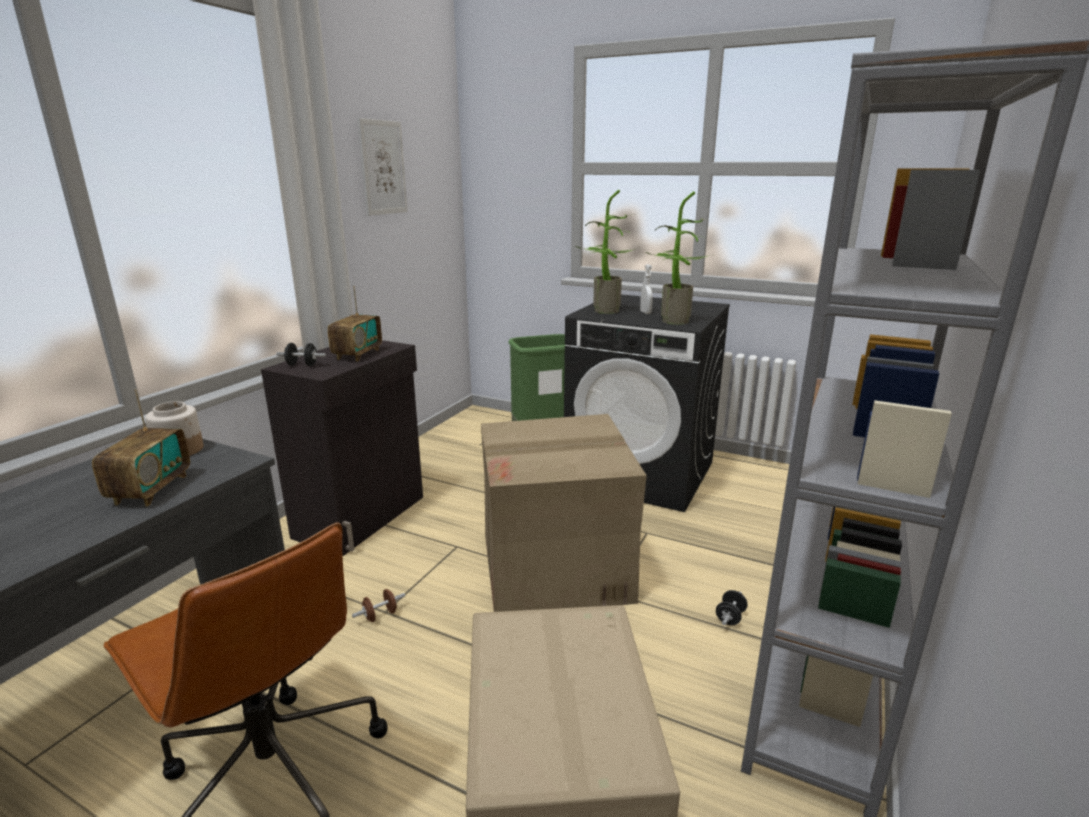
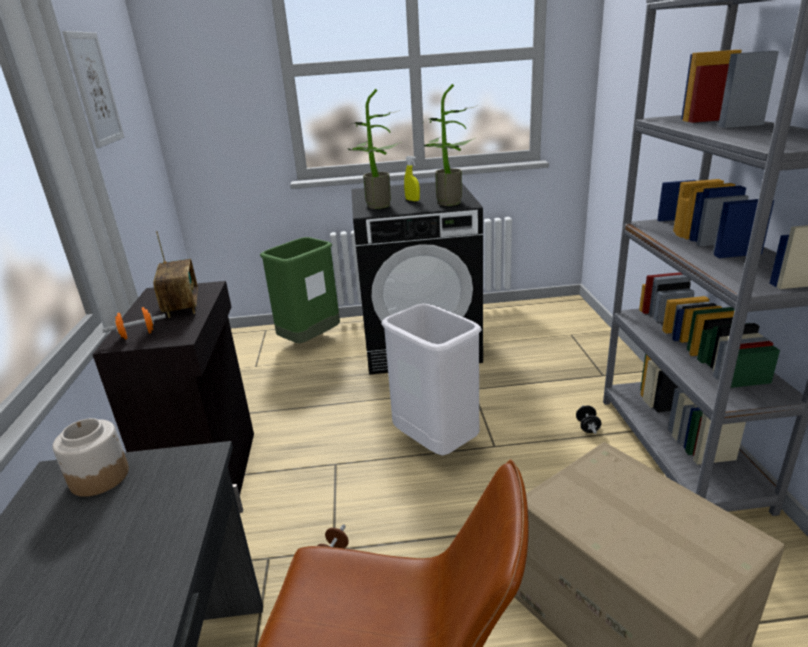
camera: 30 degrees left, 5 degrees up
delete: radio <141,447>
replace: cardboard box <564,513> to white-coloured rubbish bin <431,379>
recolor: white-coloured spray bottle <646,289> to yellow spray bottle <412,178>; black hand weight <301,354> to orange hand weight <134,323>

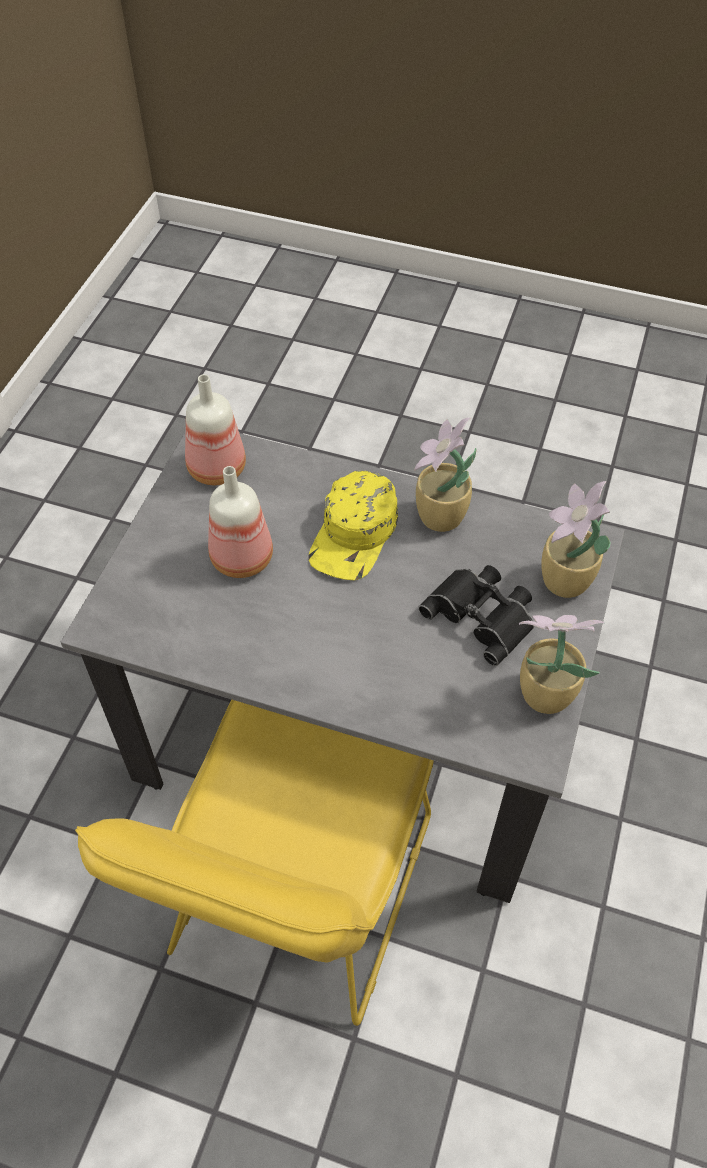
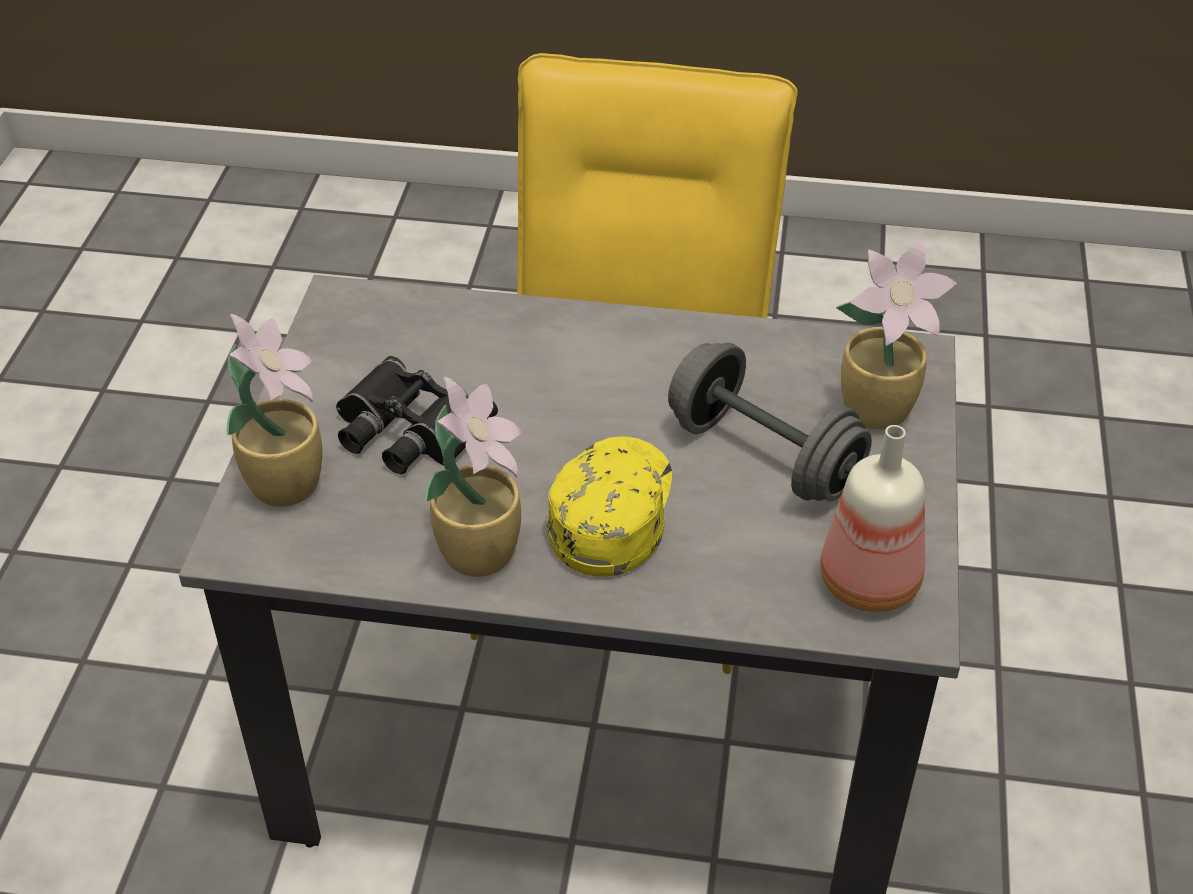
camera: 170 degrees right, 10 degrees down
move: houseplant <562,664> to <896,334>
replace: bottle <240,522> to gray hand weight <770,422>

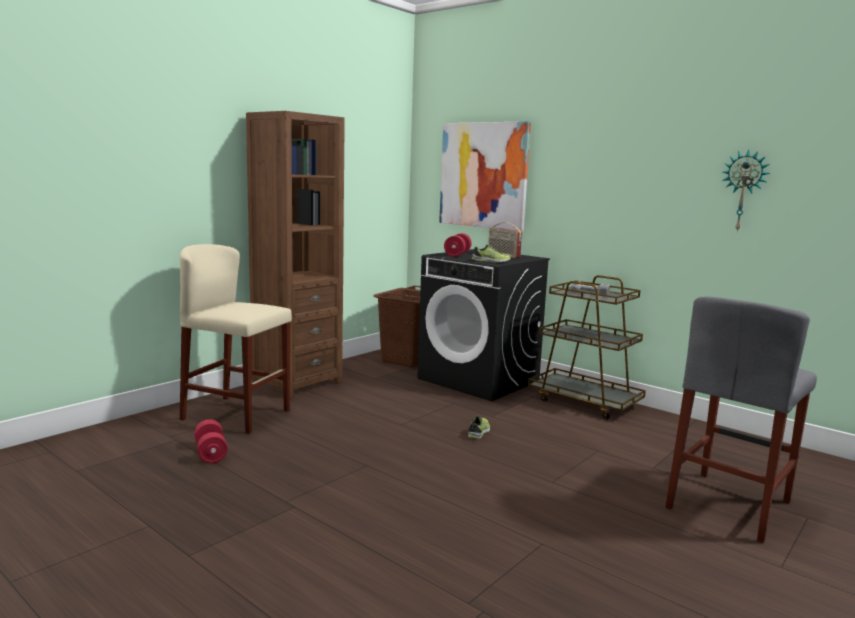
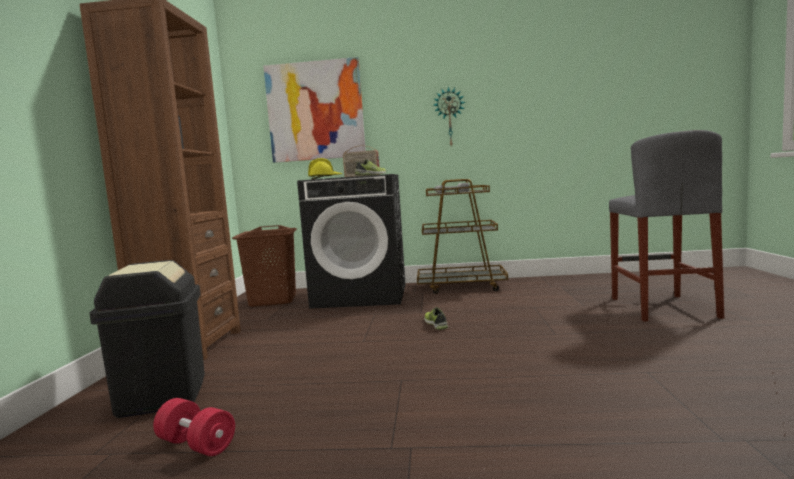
camera: 35 degrees left, 5 degrees down
move: clock on the wall <746,190> to <449,117>
replace: reddish hand weight <458,245> to yellow hard hat <325,168>; beige-coloured stool <236,339> to black rubbish bin <147,339>

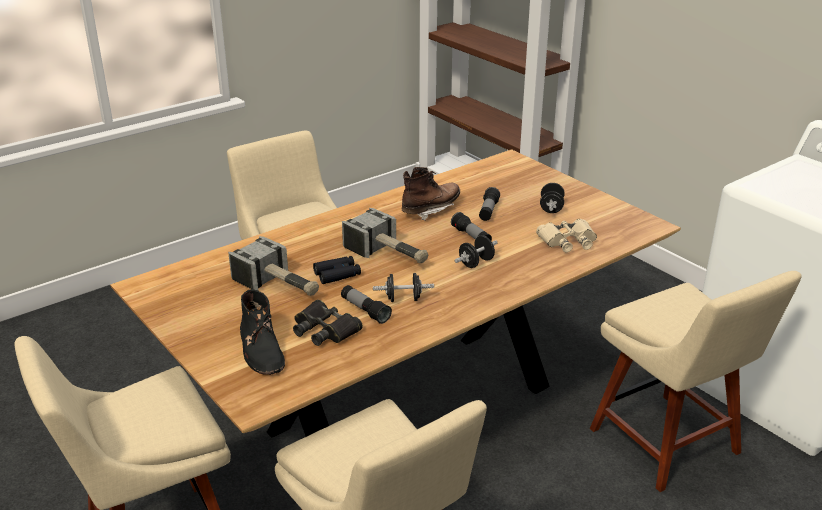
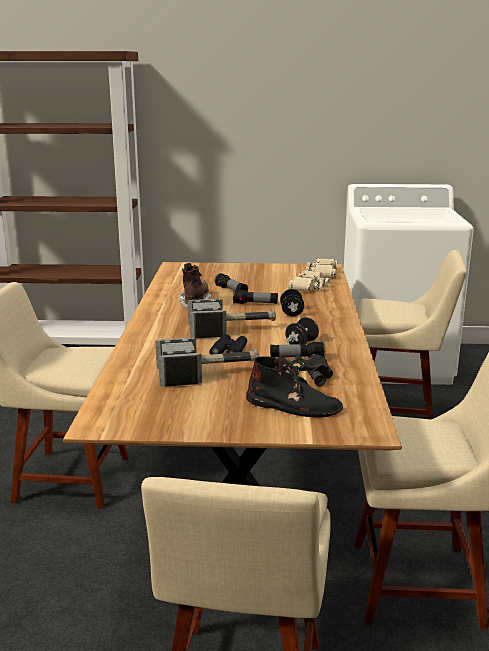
camera: 50 degrees left, 10 degrees down
delete: black hand weight <552,198>
insert: beige-coloured field glasses <321,268>

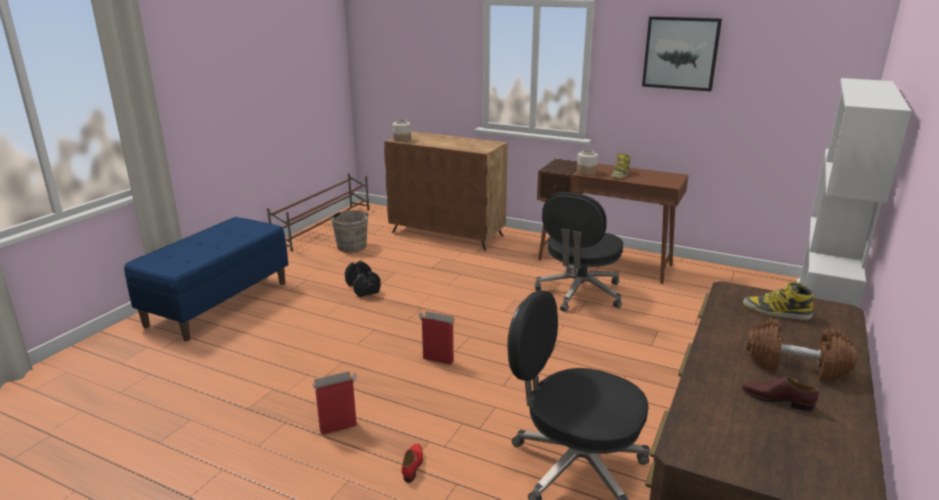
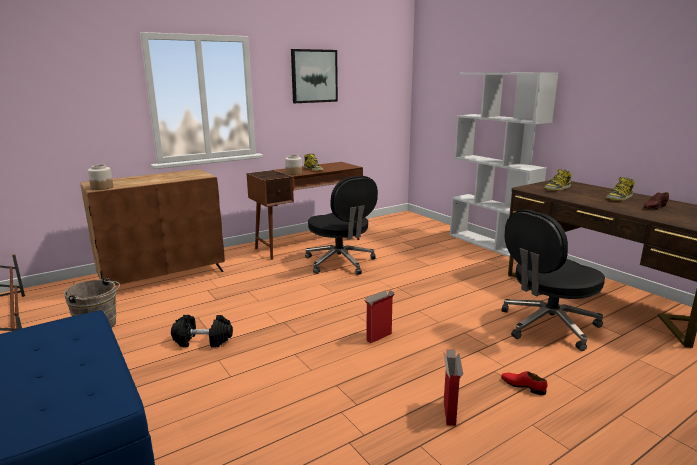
camera: 60 degrees left, 5 degrees down
replace: brown hand weight <801,350> to high-top boot <620,189>

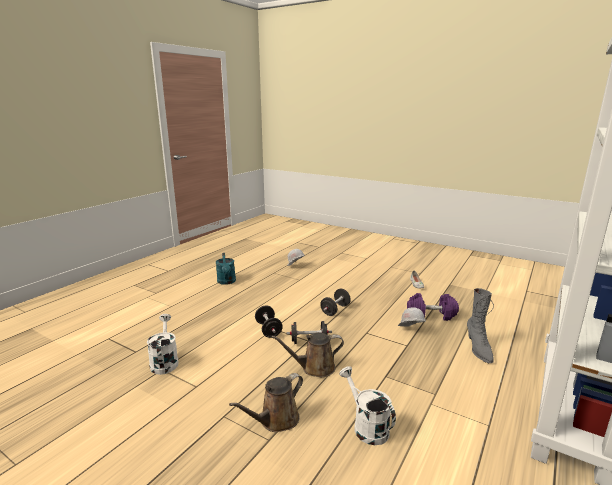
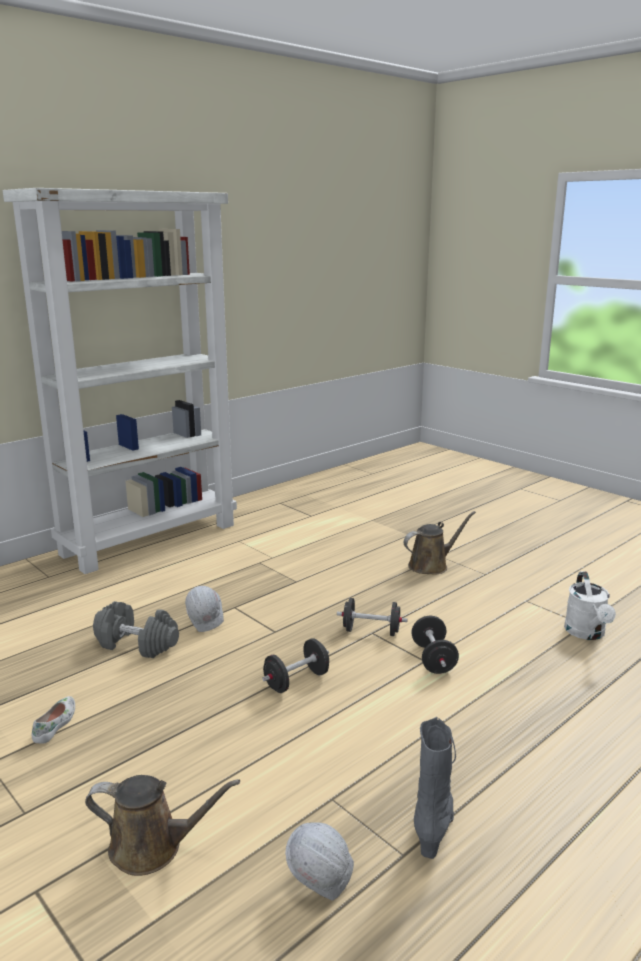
camera: 165 degrees left, 0 degrees up
delete: blue-green watering pot <226,269>; white-coloured watering pot <367,405>
move: gray high-top boot <480,325> to <435,788>; brown watering pot <307,354> to <162,825>
recolor: purplish hand weight <433,307> to gray hand weight <136,629>

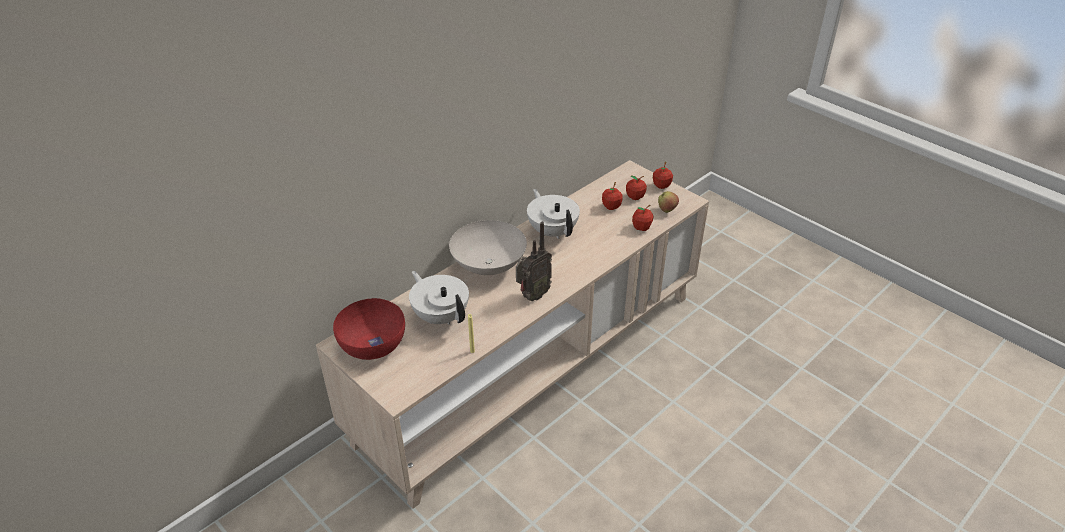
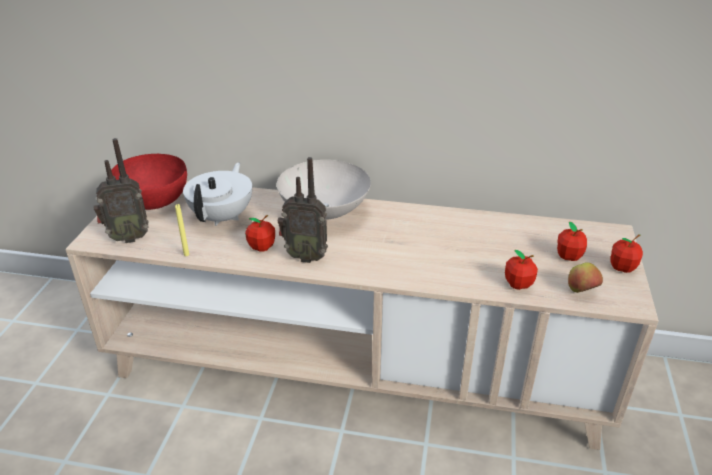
camera: 55 degrees right, 5 degrees down
delete: white-coloured tea pot <553,214>
insert: radio <121,190>
move: apple <612,196> to <260,233>

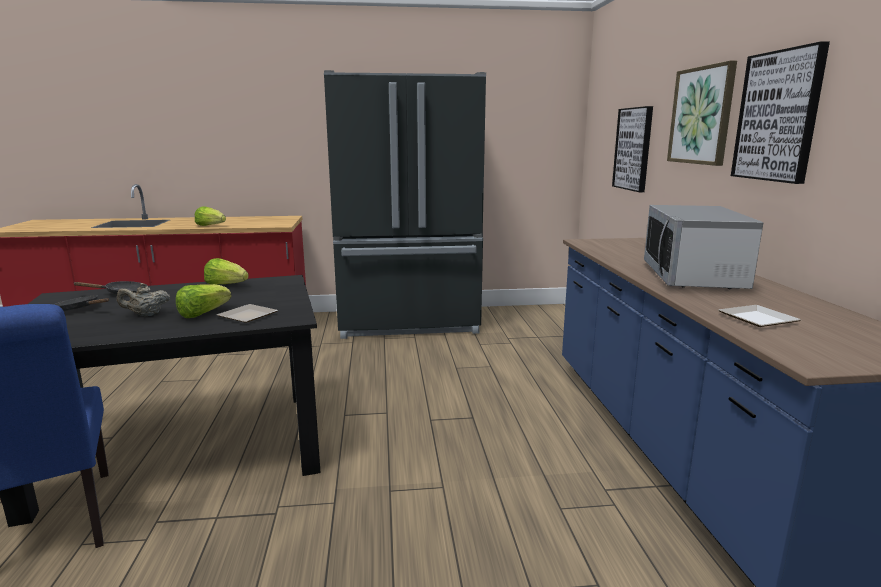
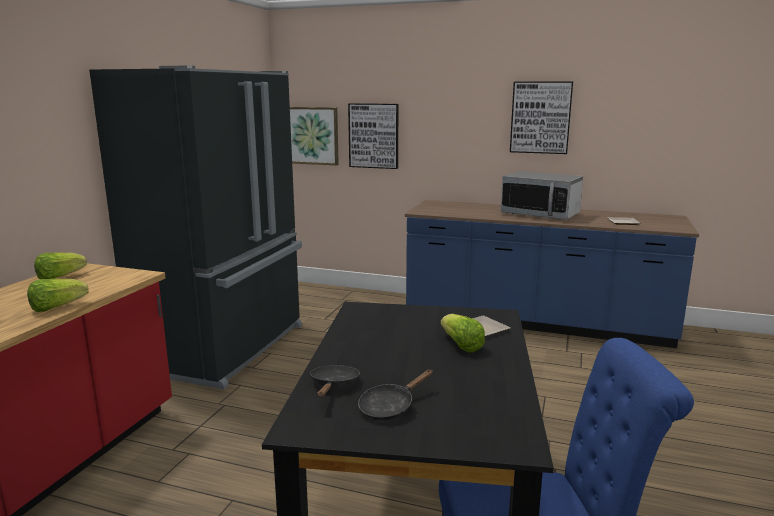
camera: 65 degrees left, 0 degrees up
delete: beige-coloured tea pot <143,299>
move: wall art <702,113> to <314,136>; head of lettuce <226,271> to <60,265>

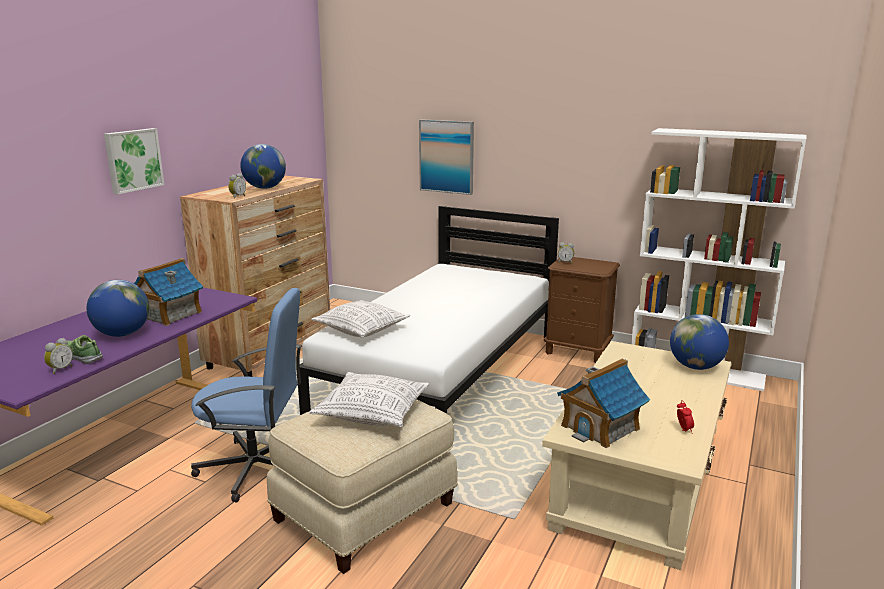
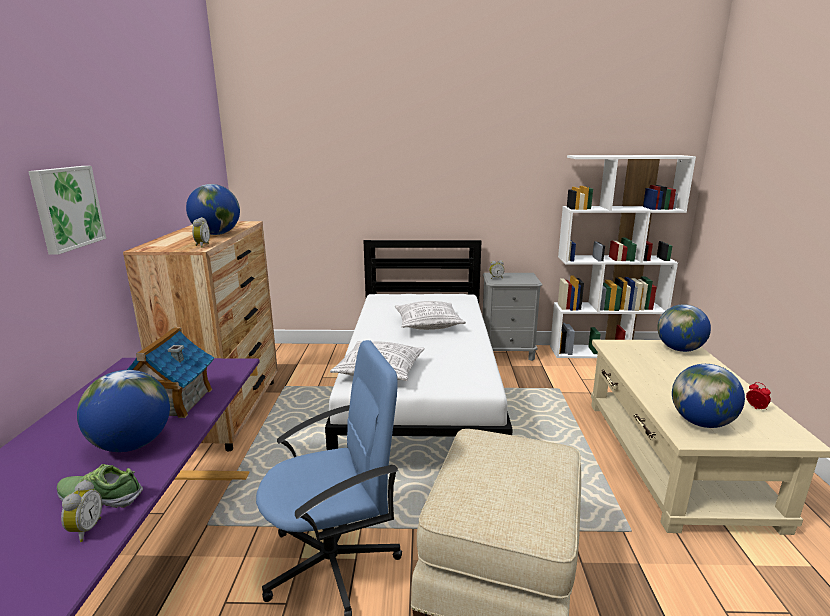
camera: 25 degrees left, 0 degrees up
delete: wall art <446,157>
move: cushion <369,399> to <430,315>
replace: miniature house <603,403> to desk globe <708,396>
recolor: brown nightstand <582,310> to gray nightstand <512,317>

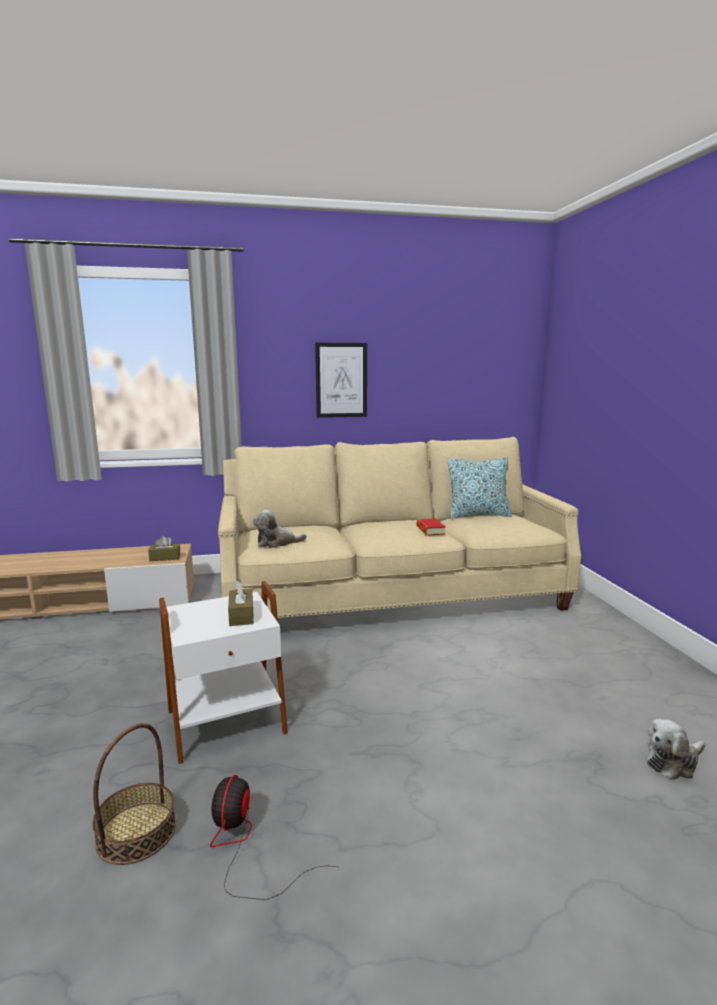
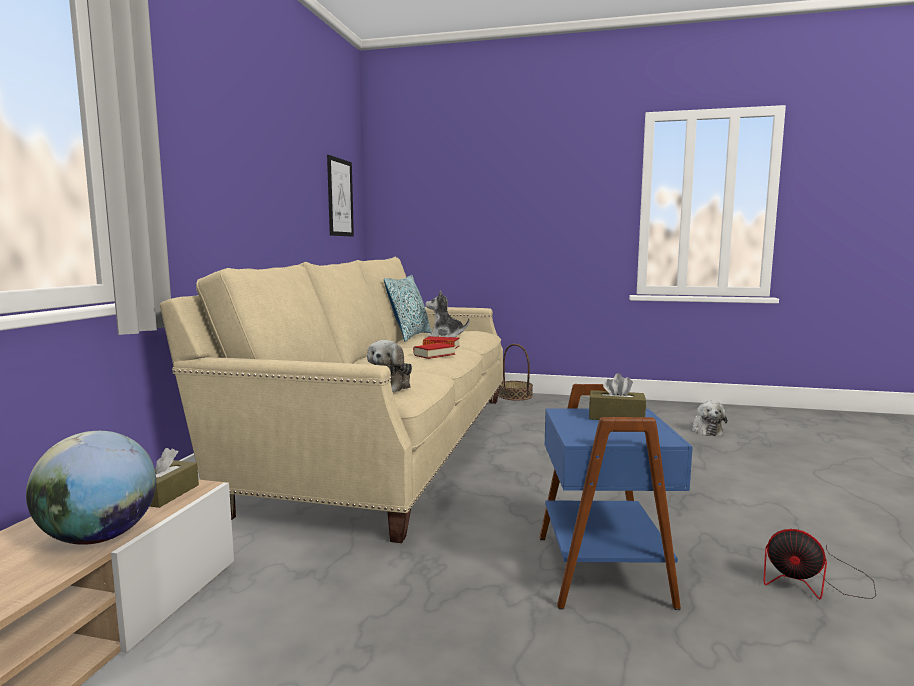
camera: 65 degrees left, 5 degrees down
insert: plush toy <447,313>; book <434,351>; desk globe <91,488>
move: wall art <341,380> to <340,196>; basket <134,794> to <516,372>
recolor: white-coloured accent table <223,672> to bluish accent table <615,497>

